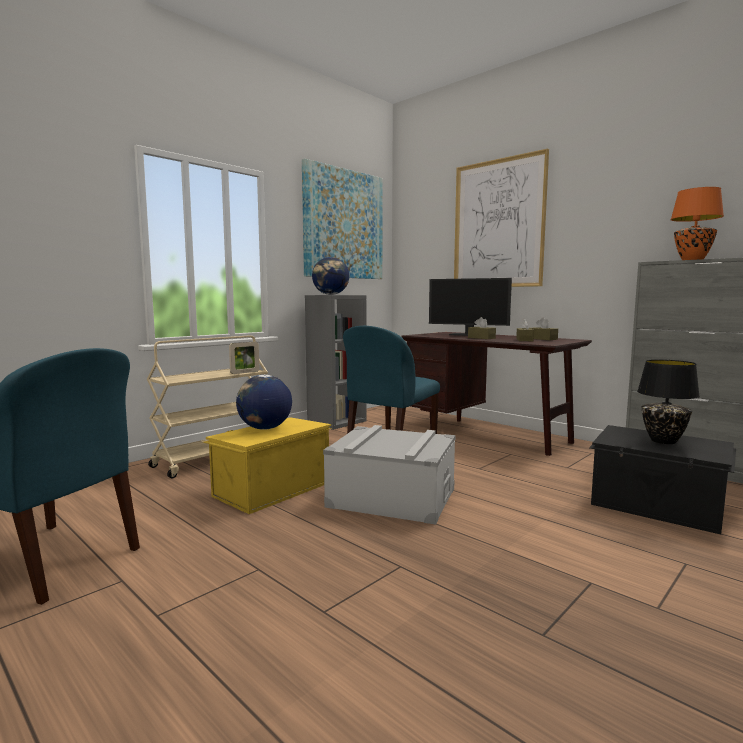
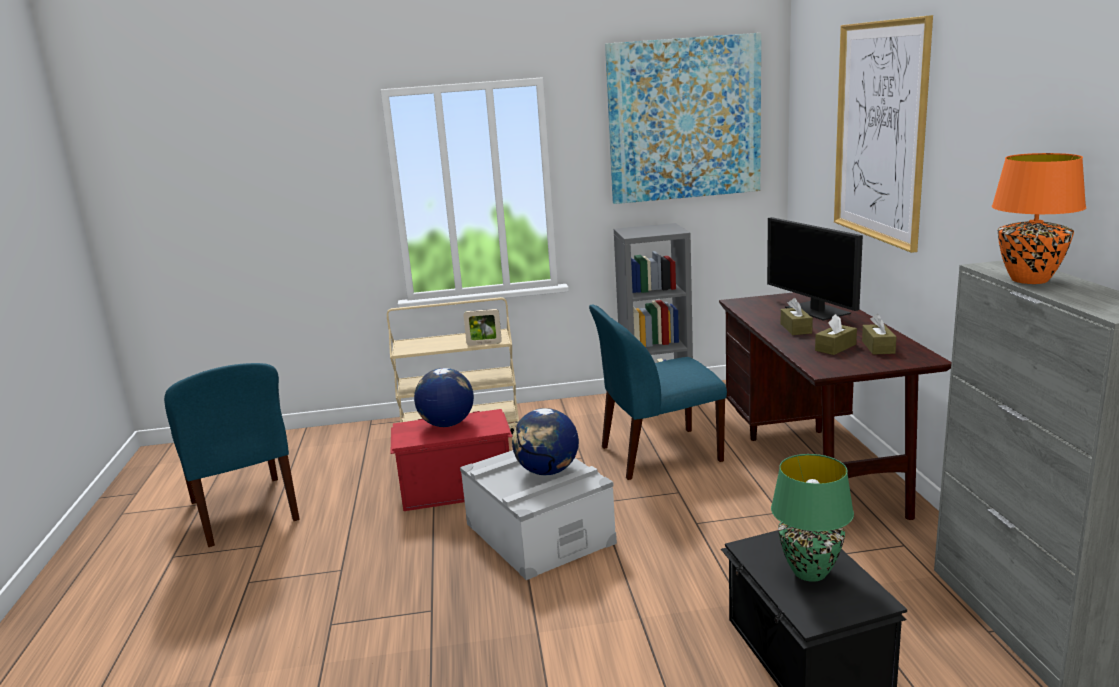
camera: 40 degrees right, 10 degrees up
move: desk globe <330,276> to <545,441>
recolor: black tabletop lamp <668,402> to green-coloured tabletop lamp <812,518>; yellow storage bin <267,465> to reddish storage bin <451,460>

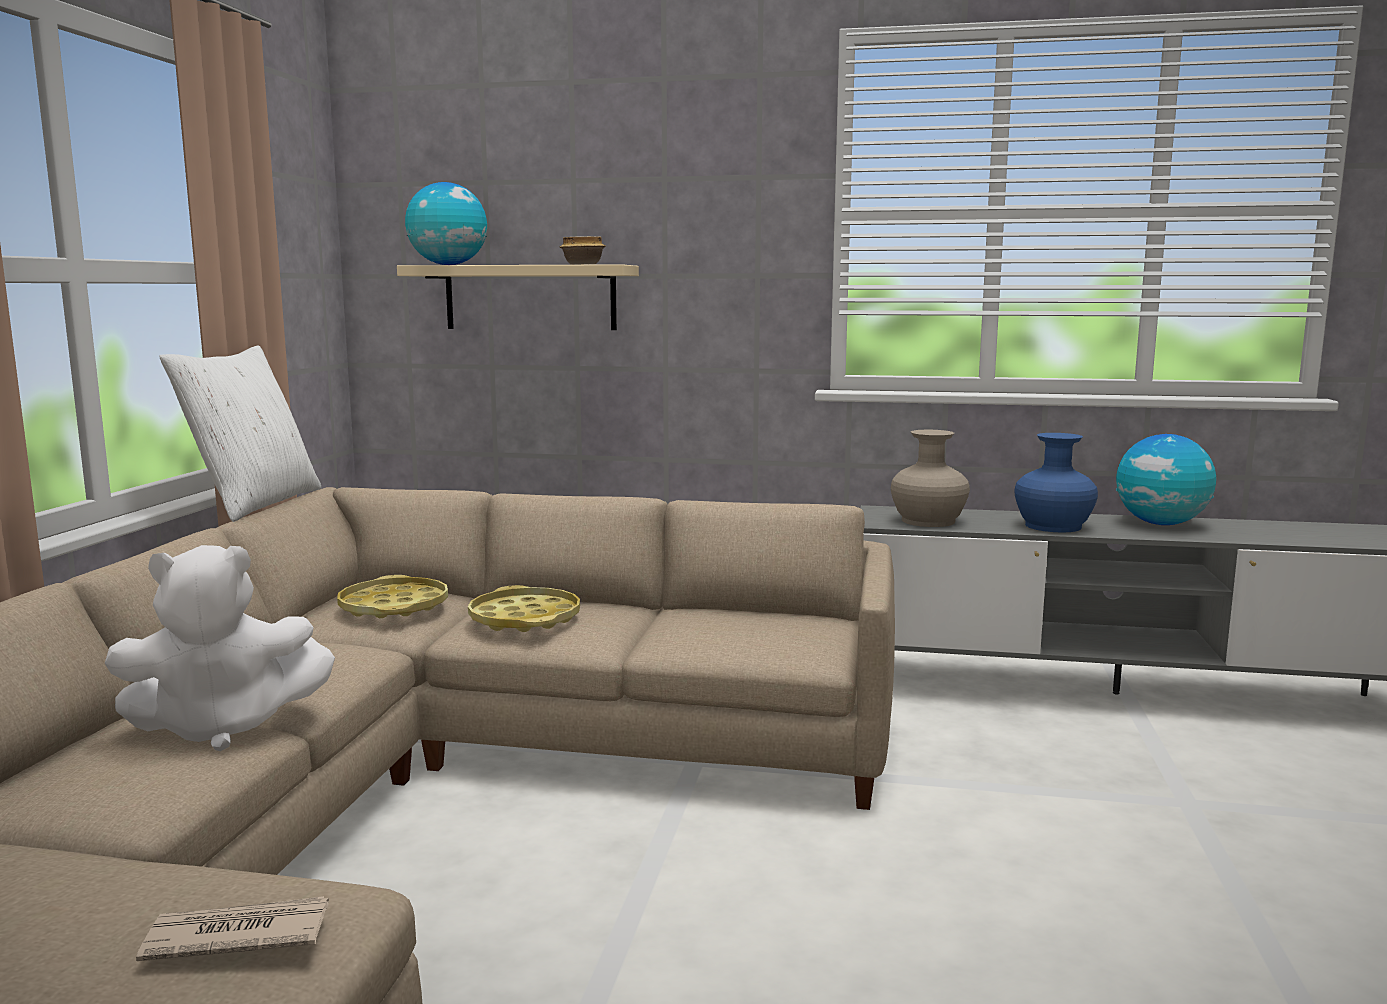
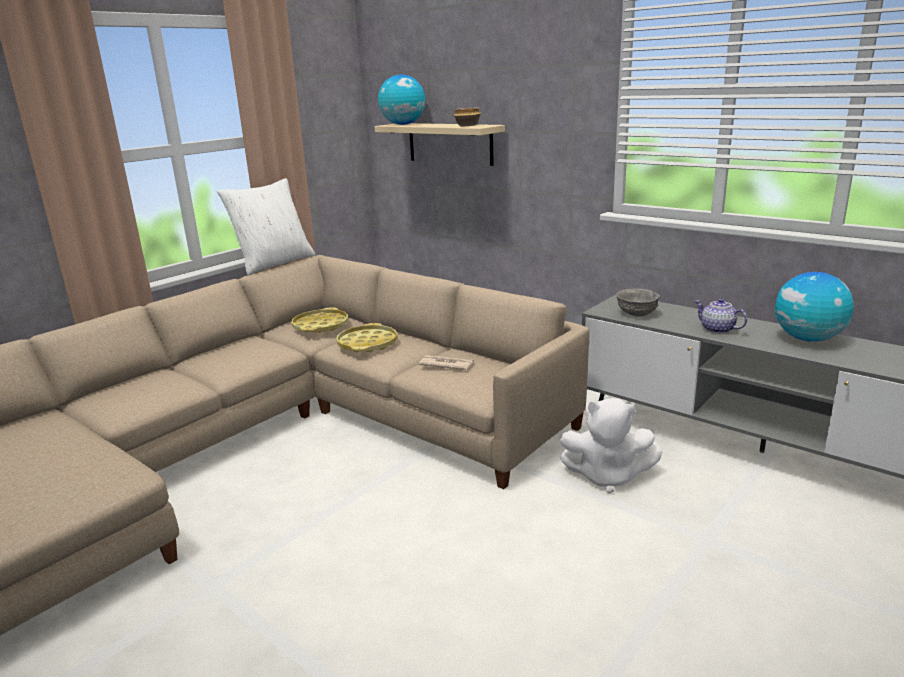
camera: 30 degrees right, 10 degrees up
move: white-coloured plush toy <220,648> to <611,445>; newspaper <232,928> to <446,362>
replace: beige-coloured vase <930,478> to gray serving bowl <638,302>; bluish vase <1056,482> to tea pot <721,316>

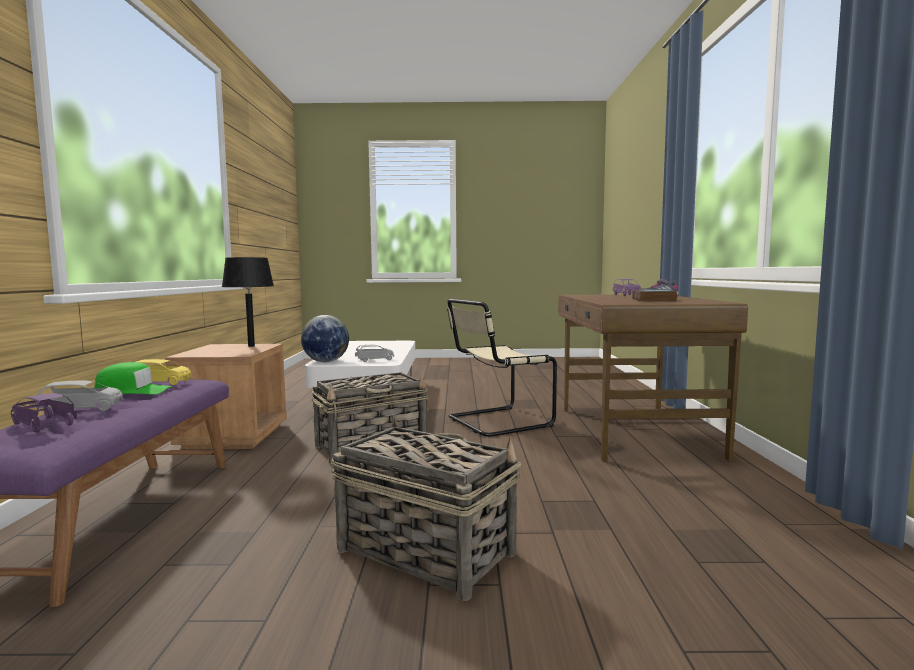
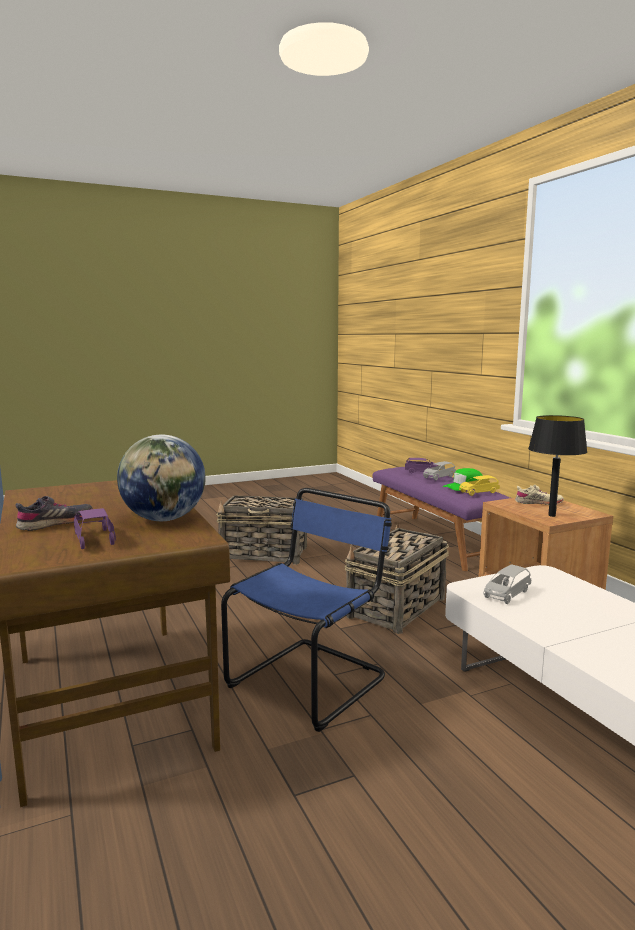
camera: 155 degrees right, 5 degrees up
delete: book <654,295>
insert: beige-coloured item of footwear <539,495>
move: desk globe <325,338> to <161,478>
recolor: beige-coloured chair <502,368> to bluish chair <306,610>

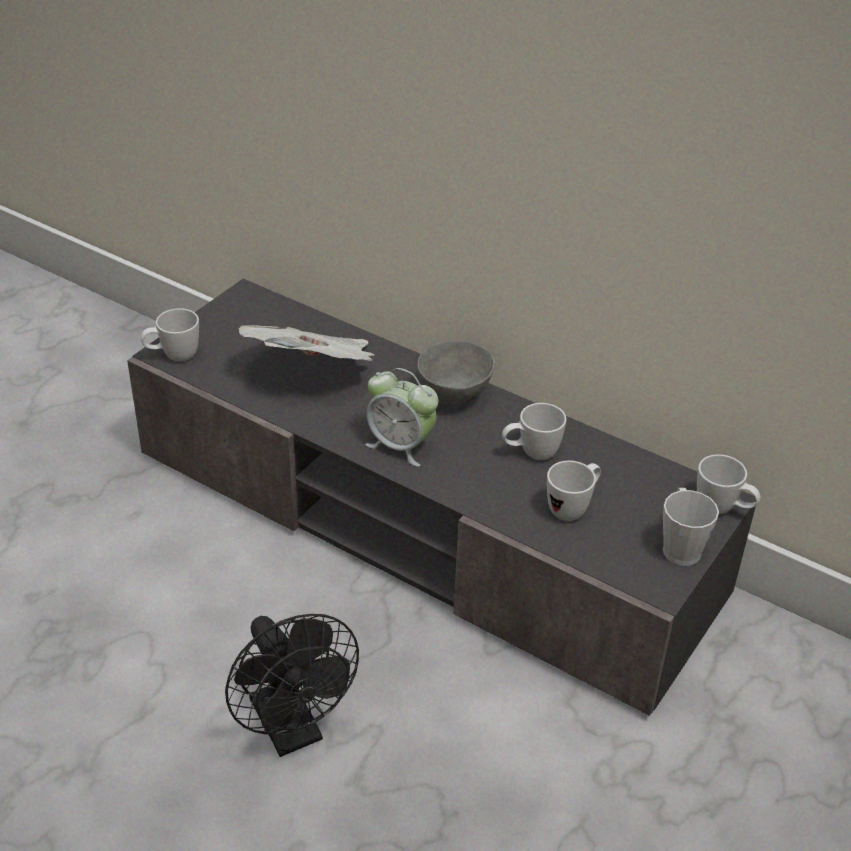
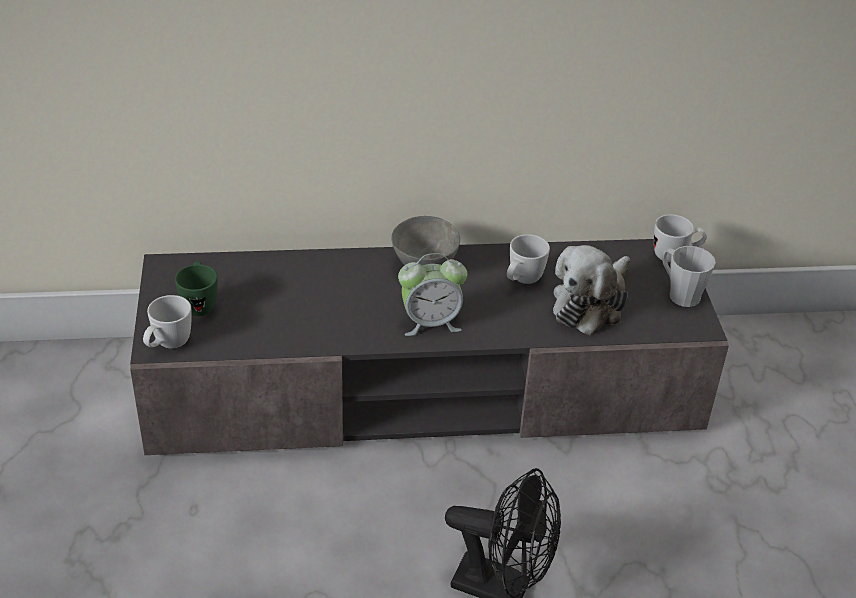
camera: 40 degrees left, 0 degrees up
delete: newspaper <306,343>
insert: green-coloured coffee mug <196,288>
replace: white-coloured coffee mug <574,491> to plush toy <591,290>

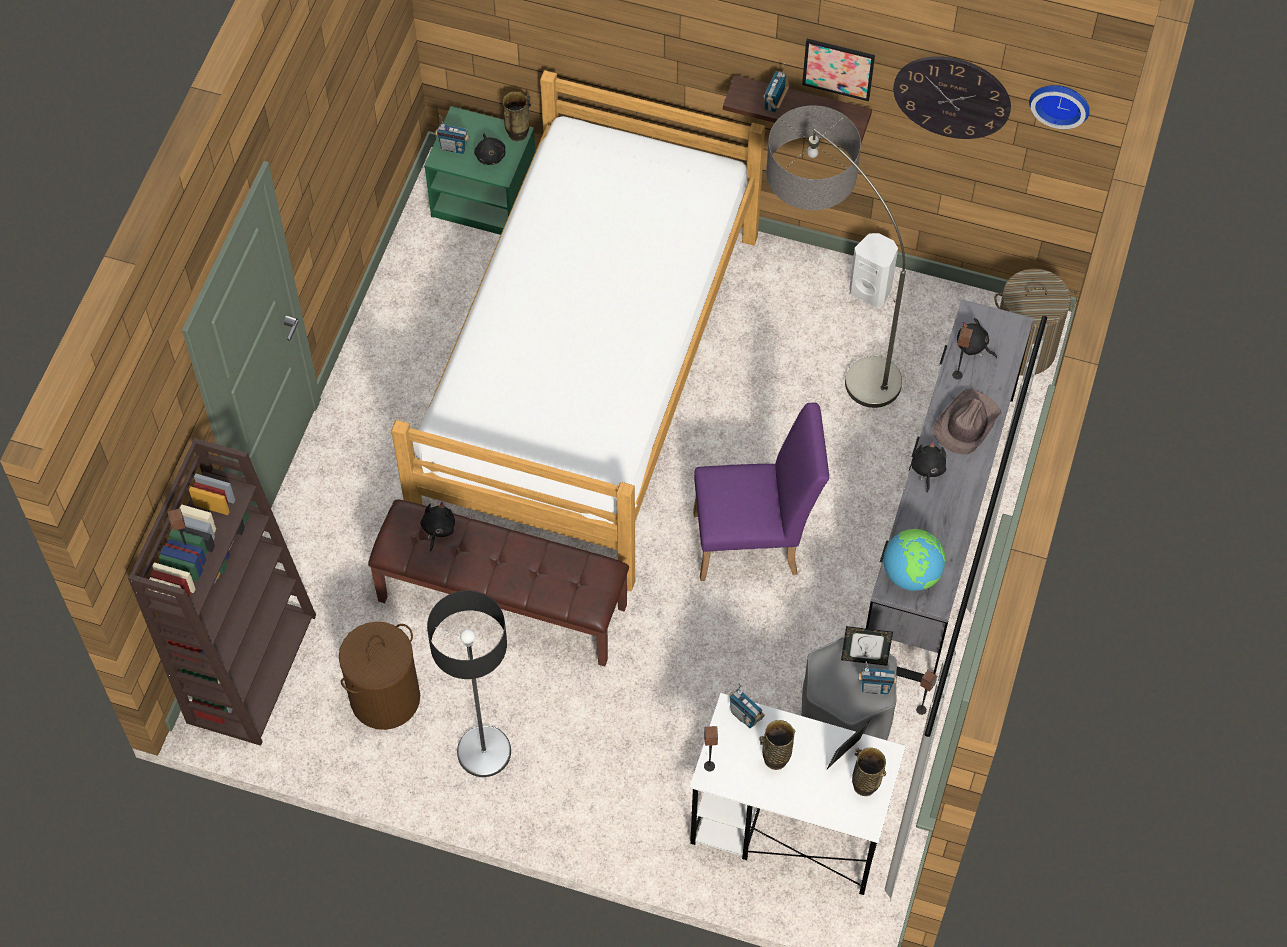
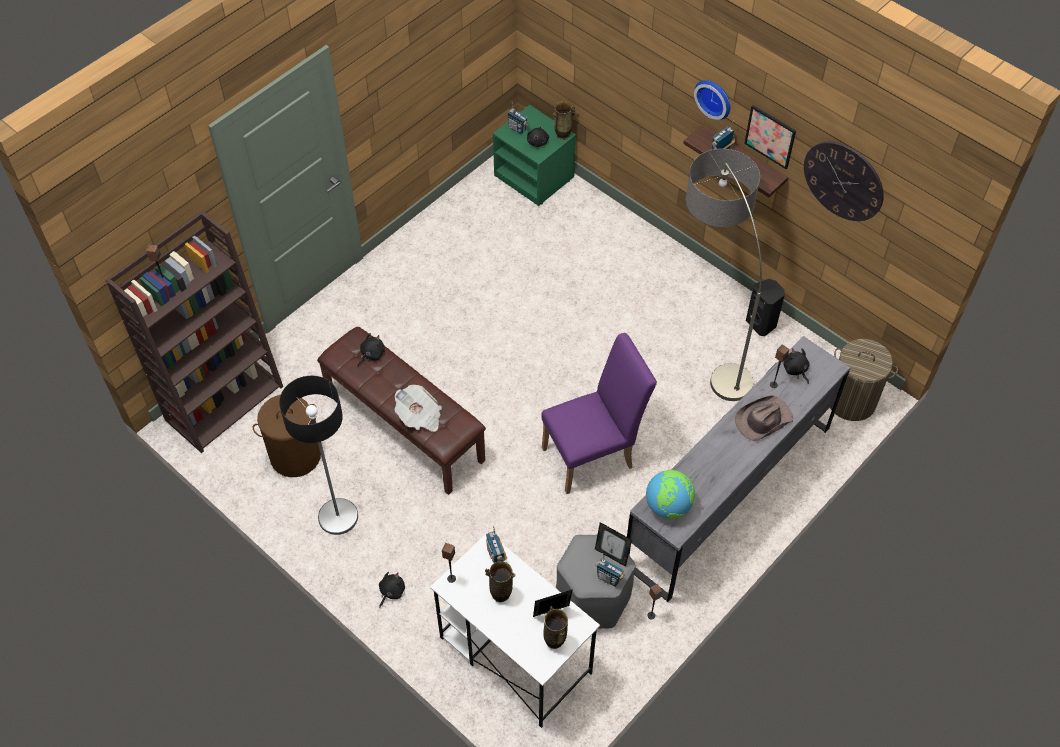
camera: 25 degrees right, 5 degrees down
delete: sleeping bed <578,330>
insert: newspaper <418,408>
move: clock on the wall <1059,107> to <712,100>; black plush toy <928,467> to <392,590>
recolor: white-coloured audio speaker <873,270> to black audio speaker <765,307>
rotate: purplish chair <761,492> = <599,413> 45 degrees counterclockwise

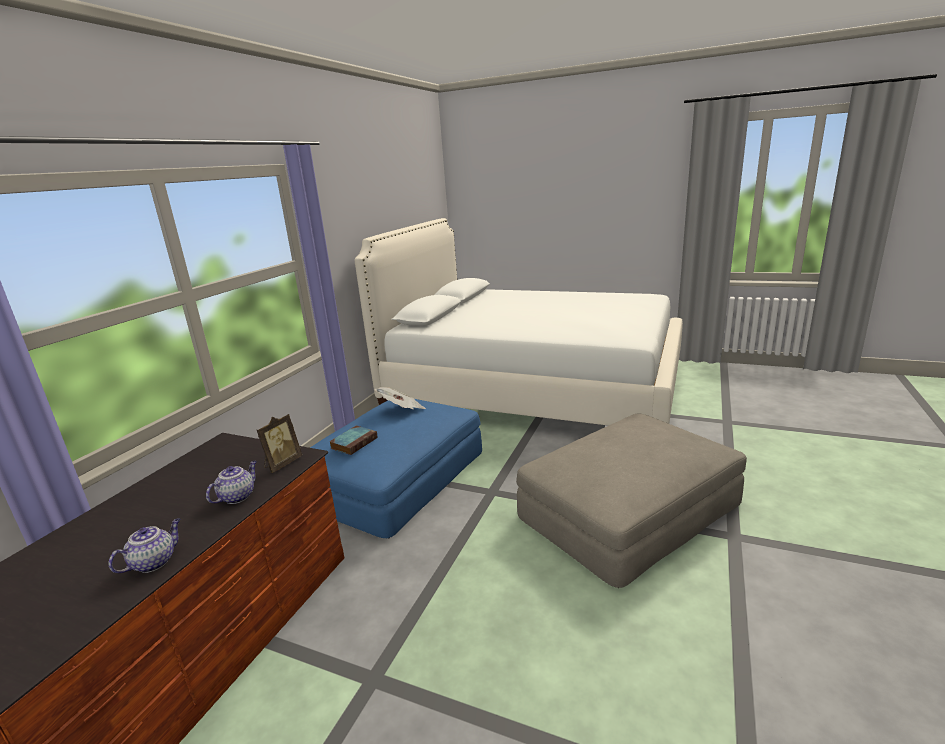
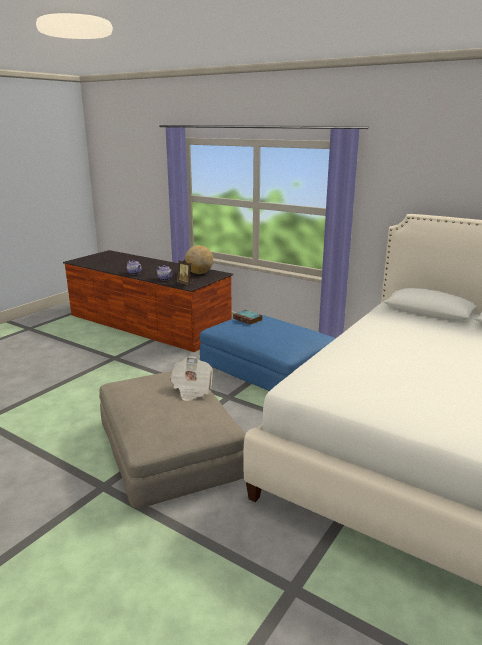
camera: 100 degrees right, 0 degrees up
insert: desk globe <199,259>
move: newspaper <400,398> to <191,379>

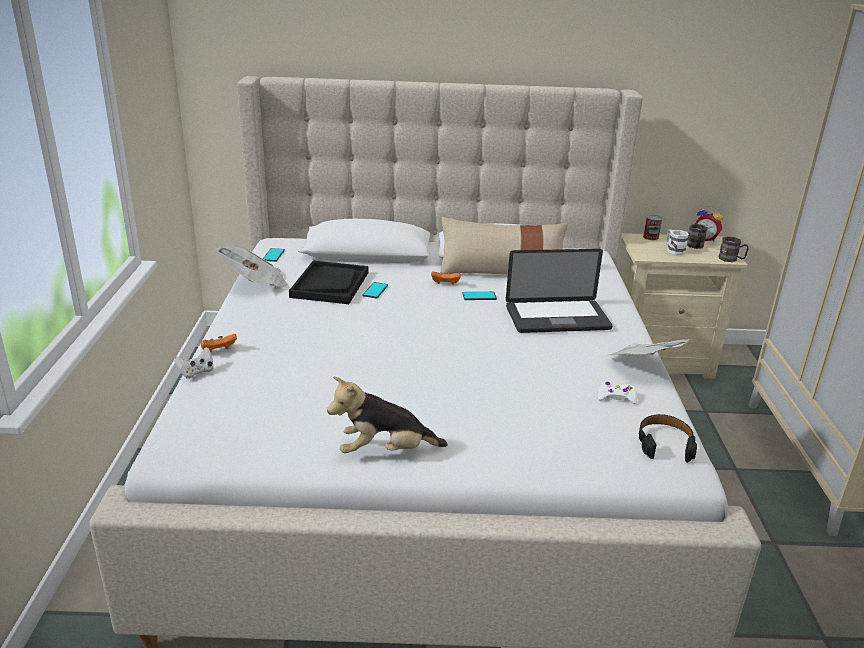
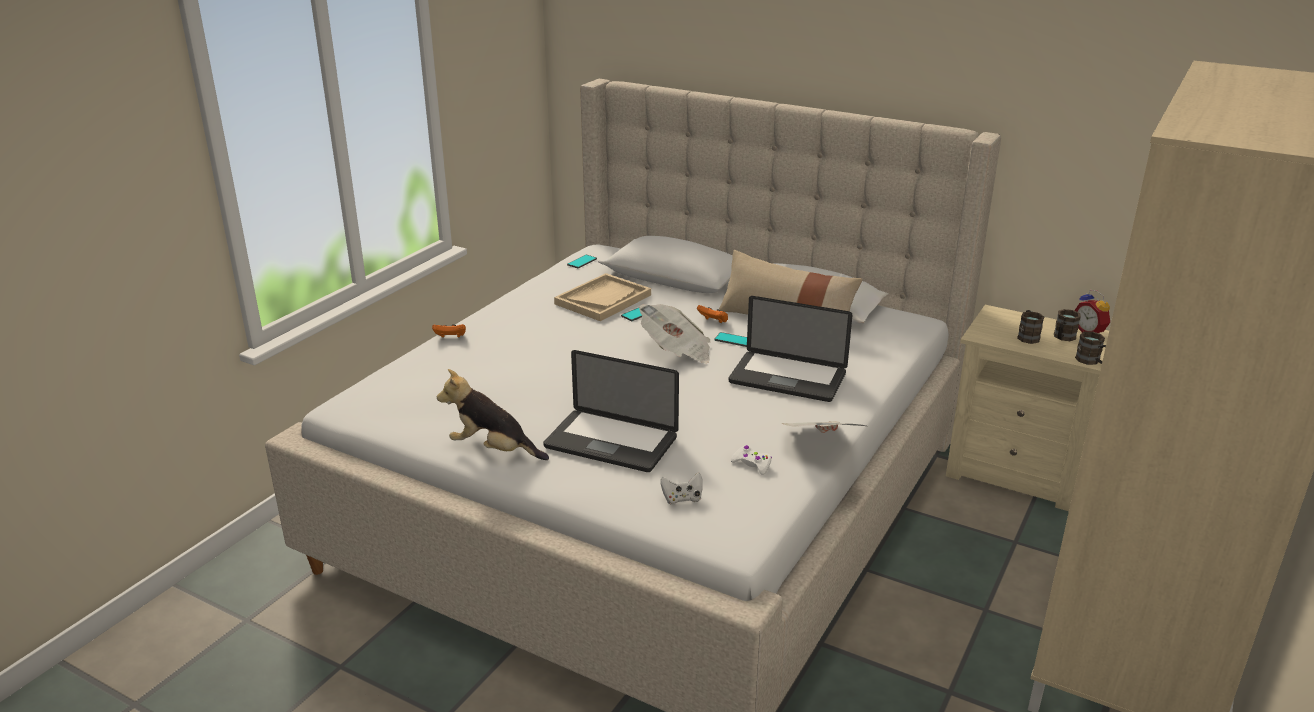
camera: 30 degrees right, 0 degrees up
delete: sealed can <652,227>; black headphones <668,438>
insert: notebook computer <611,411>
move: newspaper <253,267> to <675,333>; white-coloured joypad <193,363> to <681,489>
recolor: white-coloured coffee mug <677,242> to brown coffee mug <1030,327>; black serving tray <329,282> to beige-coloured serving tray <602,297>

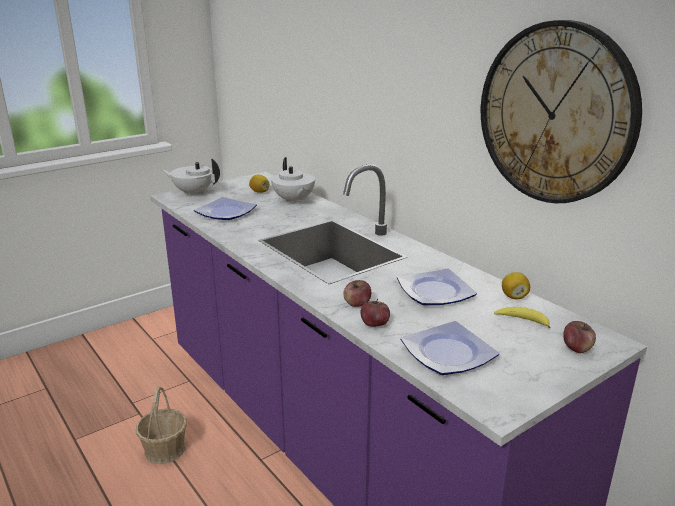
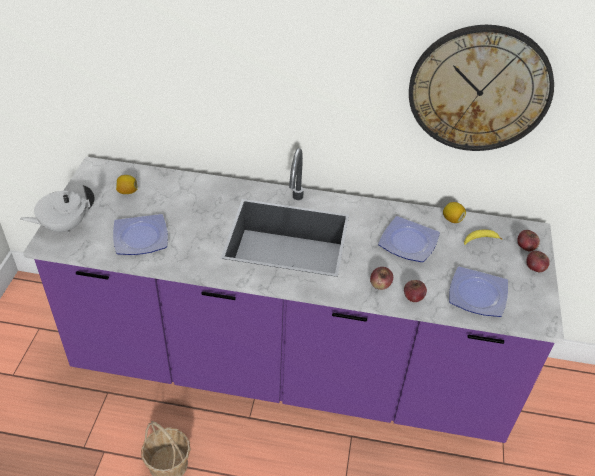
camera: 45 degrees left, 20 degrees up
delete: white-coloured tea pot <293,180>
insert: apple <538,261>

